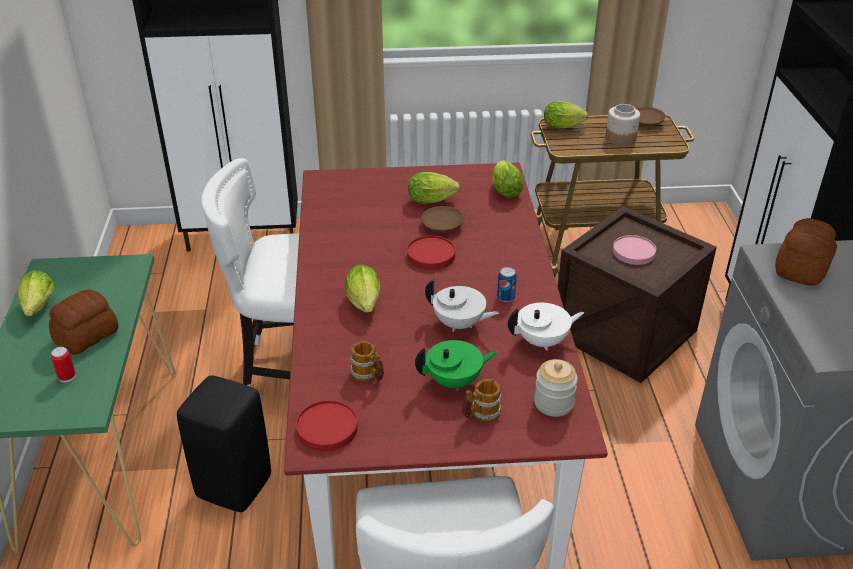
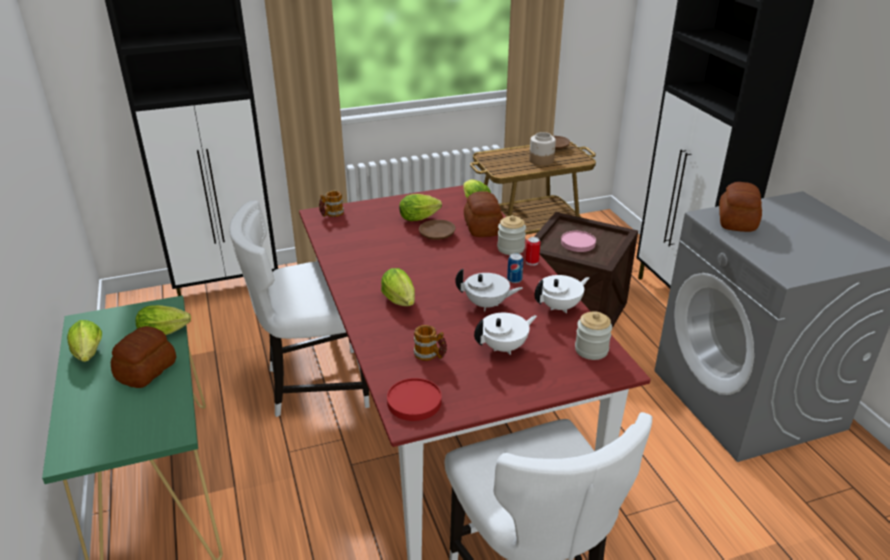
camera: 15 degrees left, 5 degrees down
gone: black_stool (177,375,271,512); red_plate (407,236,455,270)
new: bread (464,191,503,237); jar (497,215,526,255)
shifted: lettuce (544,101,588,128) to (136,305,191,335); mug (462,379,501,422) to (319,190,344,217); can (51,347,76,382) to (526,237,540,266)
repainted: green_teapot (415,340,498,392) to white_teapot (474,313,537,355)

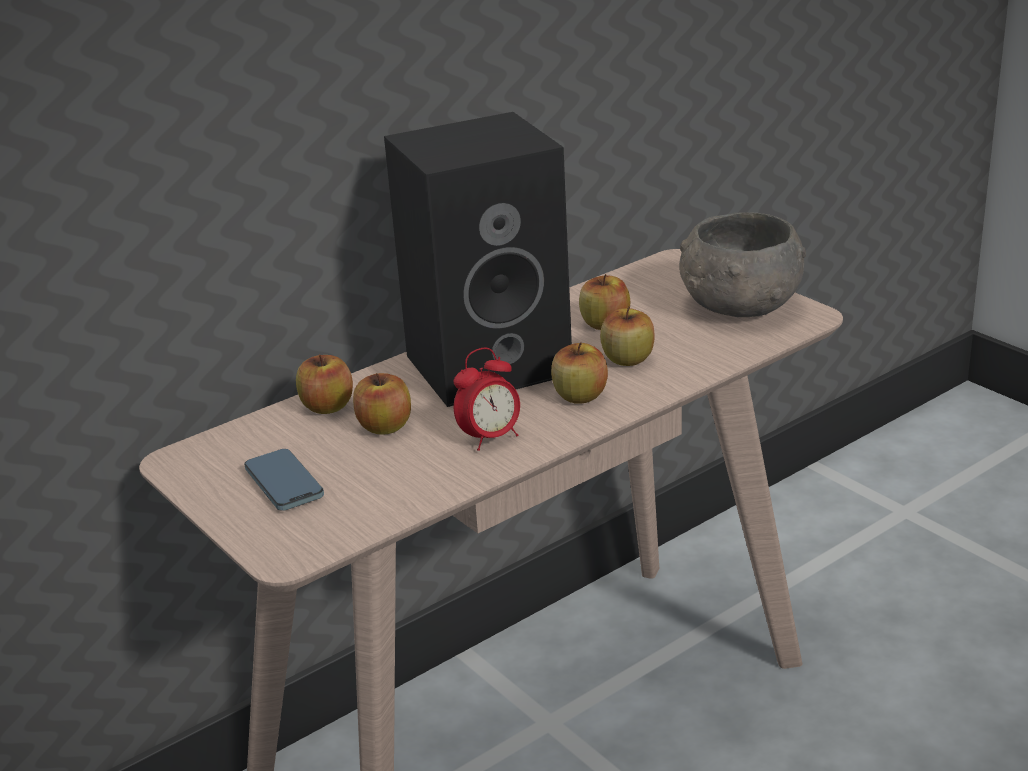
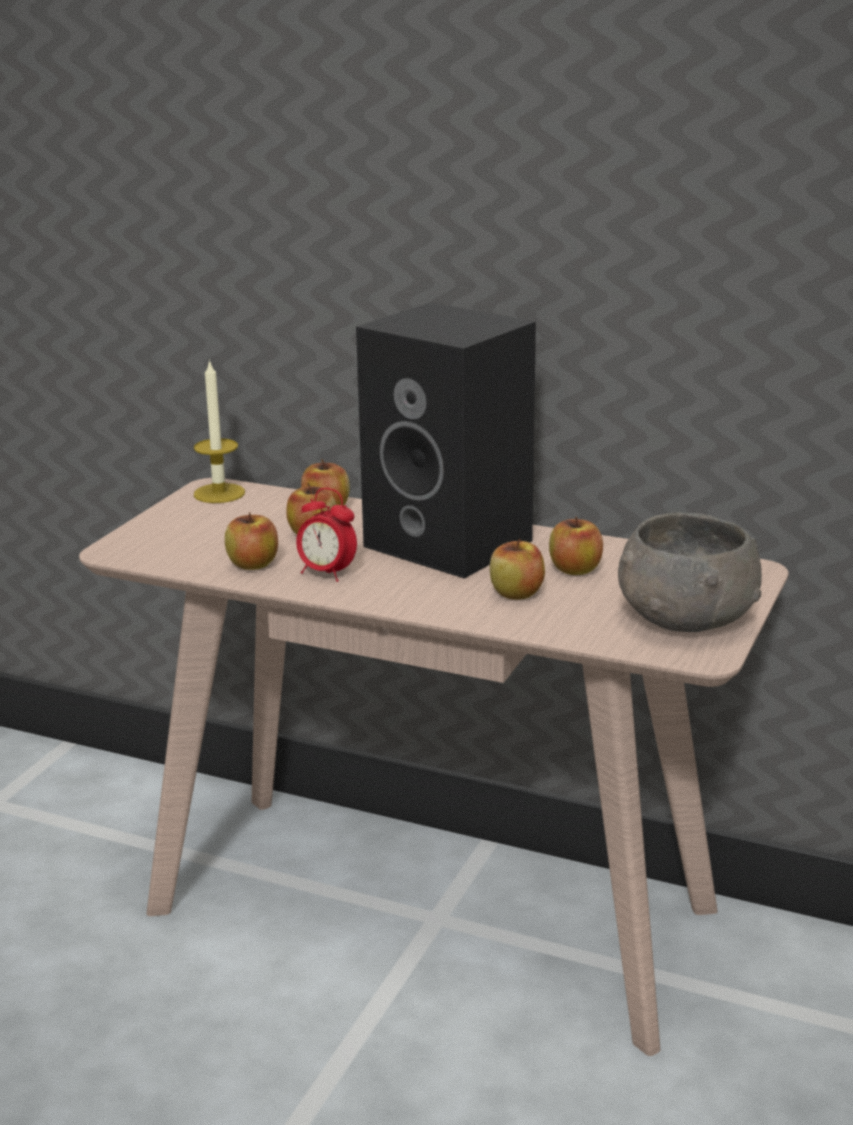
camera: 60 degrees right, 5 degrees down
gone: phone (244,449,324,511)
new: candle (194,359,245,503)
shifted: apple (551,342,608,404) to (225,512,278,570)

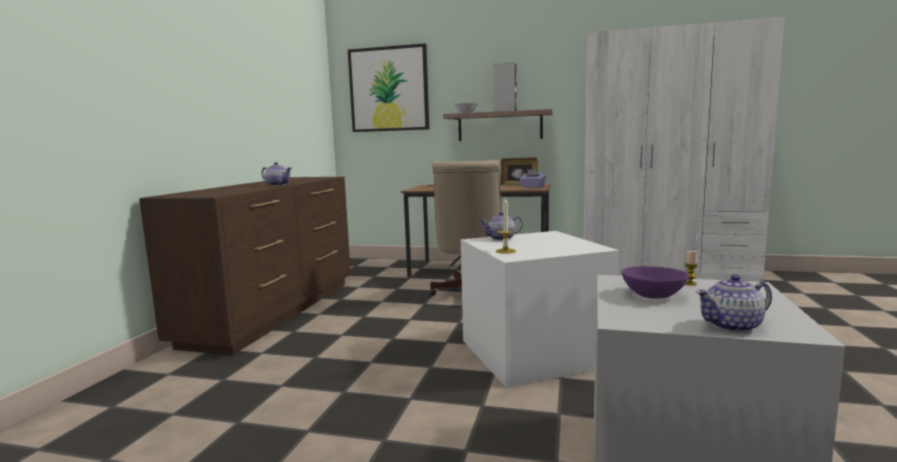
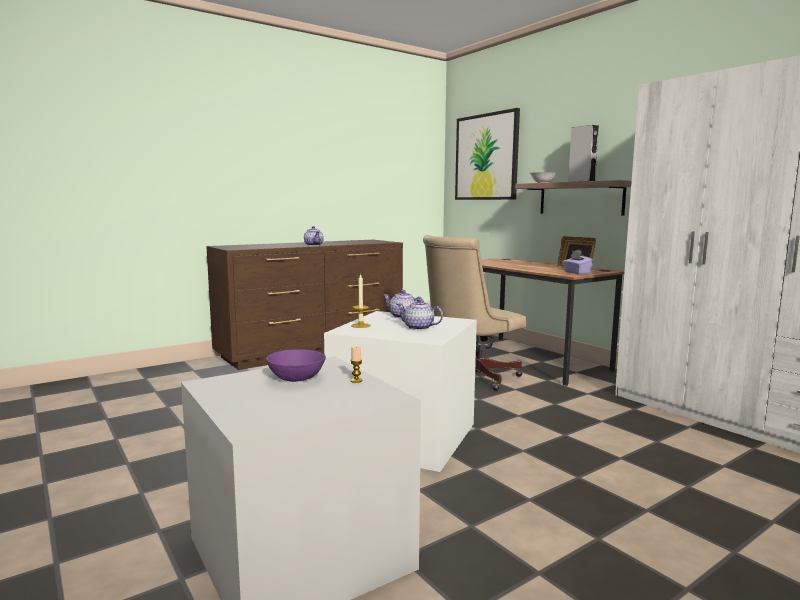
camera: 40 degrees right, 0 degrees up
shifted: teapot (695,274,772,333) to (397,299,443,330)

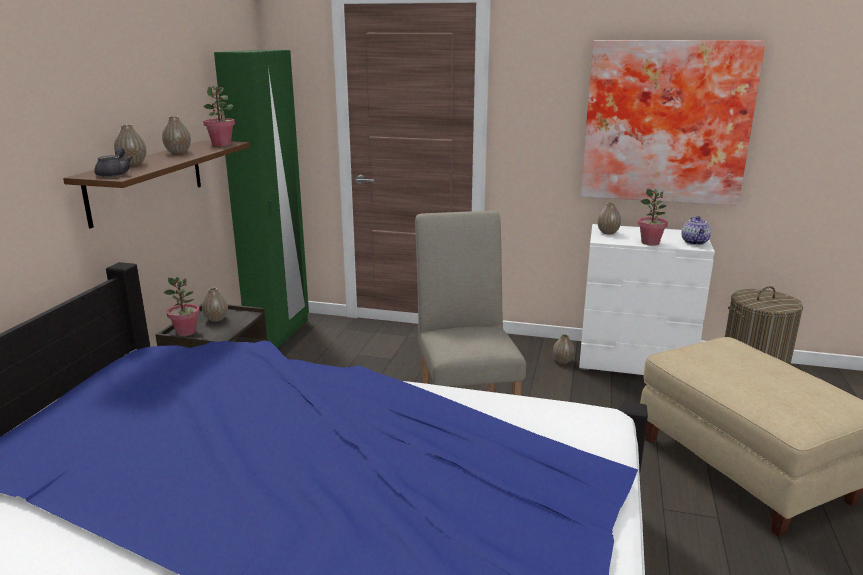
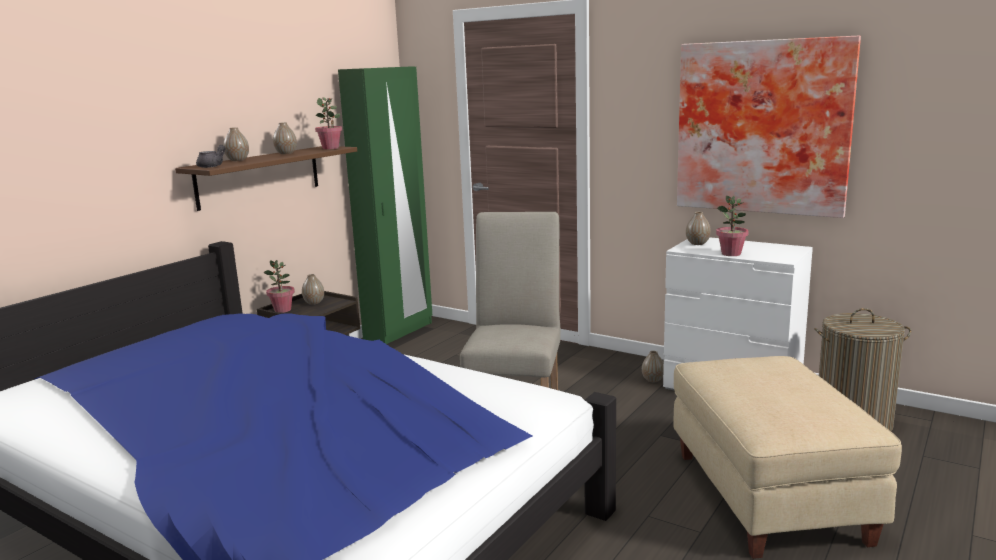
camera: 20 degrees right, 5 degrees down
gone: teapot (681,216,711,245)

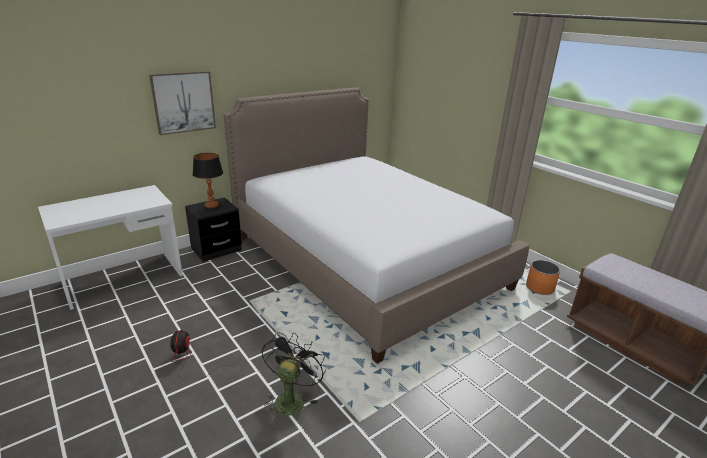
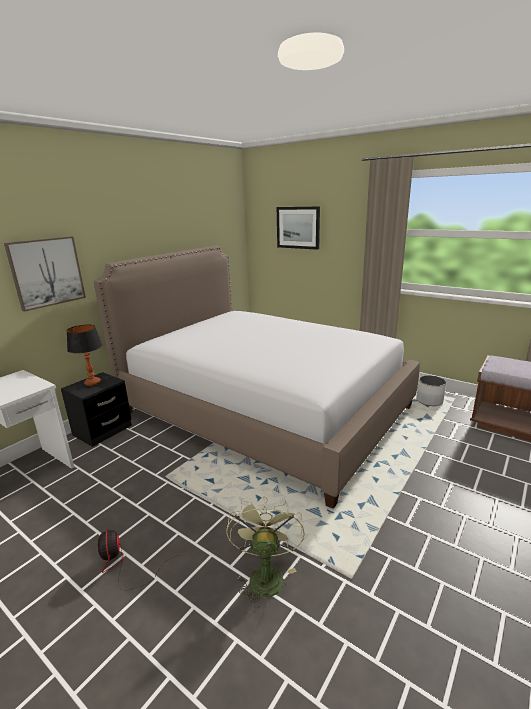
camera: 15 degrees left, 5 degrees down
new: picture (277,206,320,250)
repainted: black_fan (262,332,326,420) to green_fan (226,496,305,608); orange_planter (526,260,560,295) to white_planter (416,375,446,406)

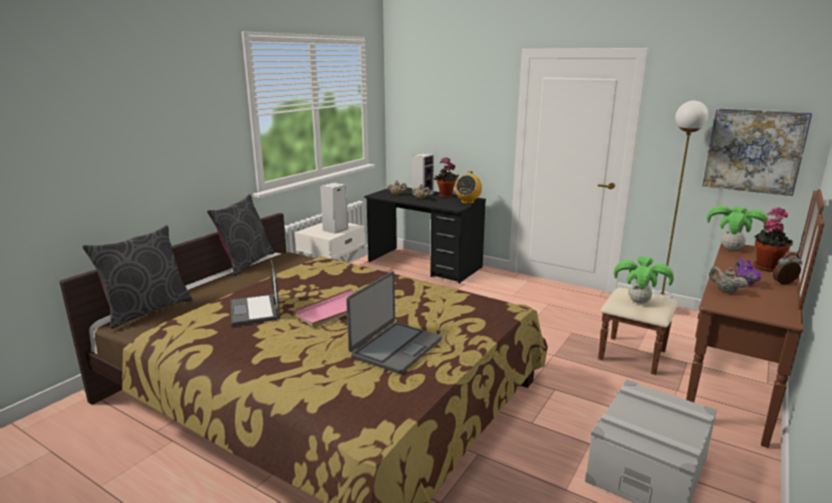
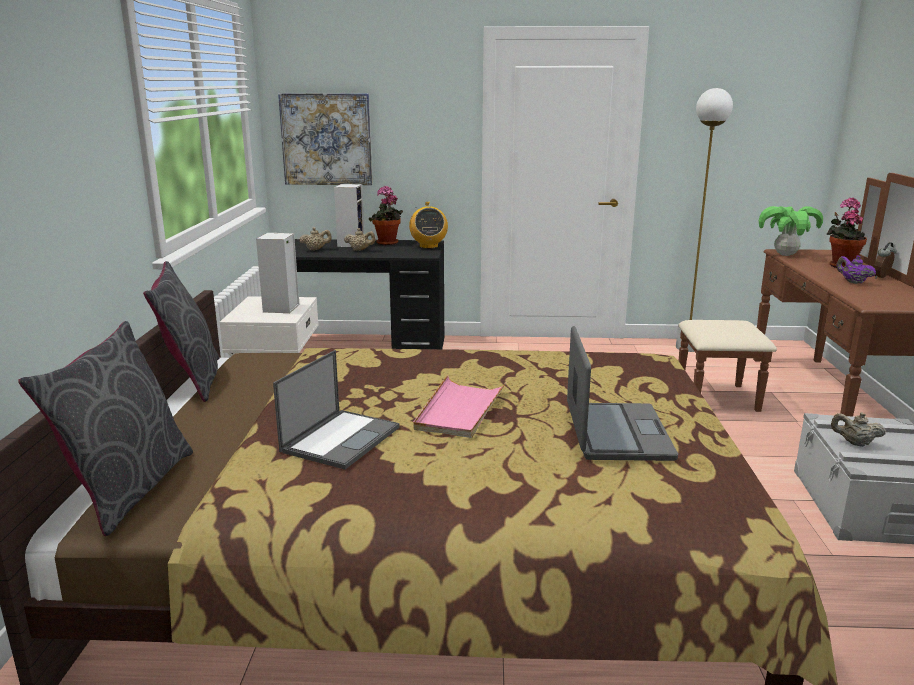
camera: 30 degrees left, 0 degrees up
gone: potted_plant (614,256,674,304)
shifted: picture (703,108,812,196) to (278,93,372,185); beige_teapot (709,266,748,293) to (831,412,886,447)
rotated: laptop (231,259,280,326) = (273,350,400,470) 105 degrees counterclockwise

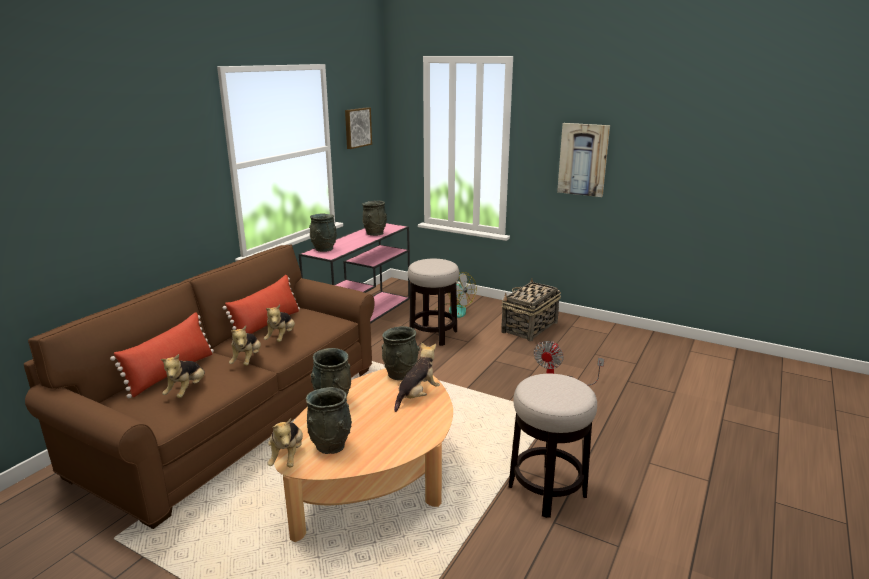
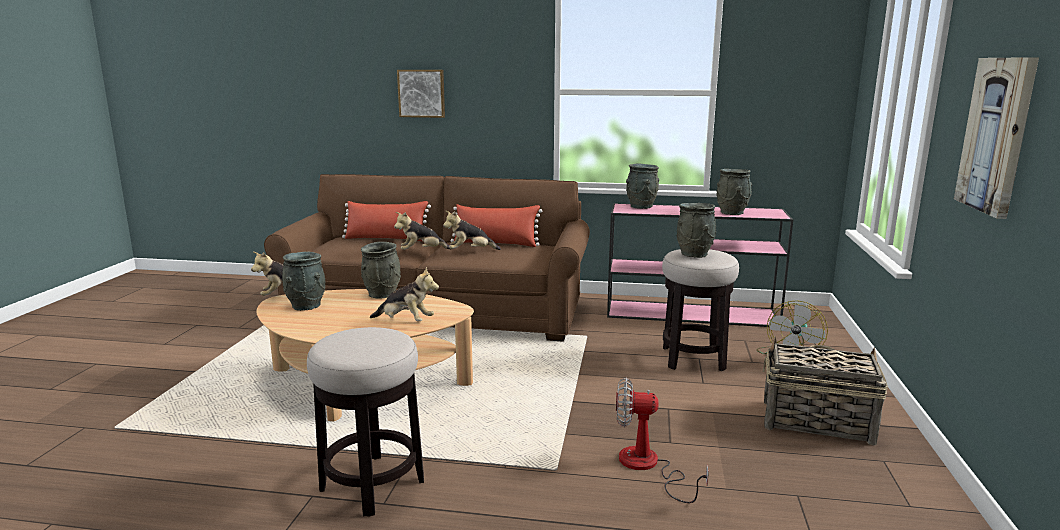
camera: 70 degrees right, 5 degrees down
gone: plush_toy (161,354,205,398)
shifted: picture (345,107,372,149) to (397,70,445,118); grey_vase (382,326,420,380) to (676,203,716,258)

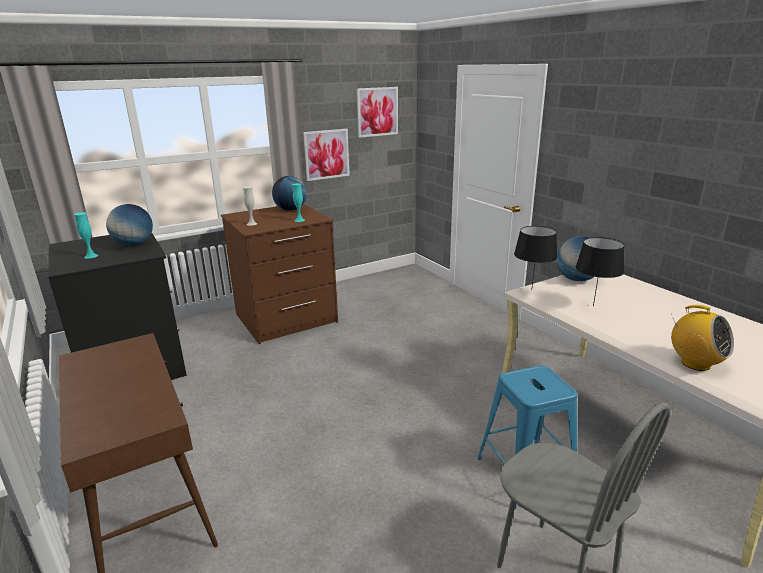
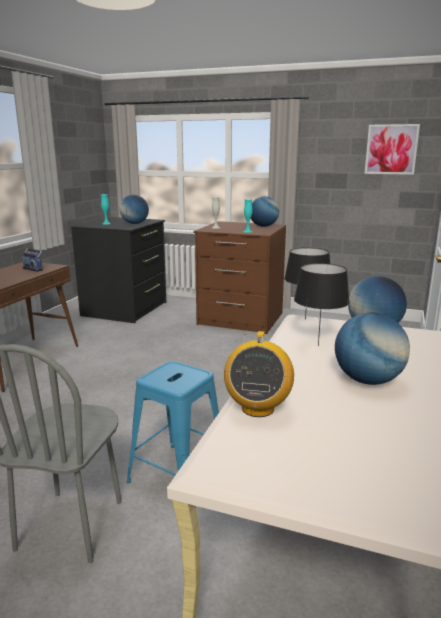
camera: 50 degrees right, 5 degrees down
gone: picture (303,129,350,181)
new: radio (22,241,43,272); globe (335,312,410,385)

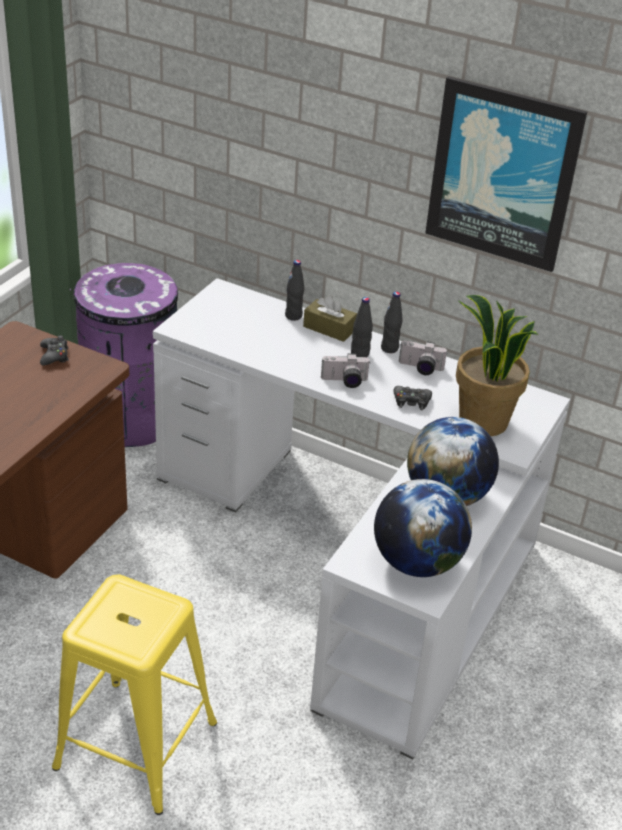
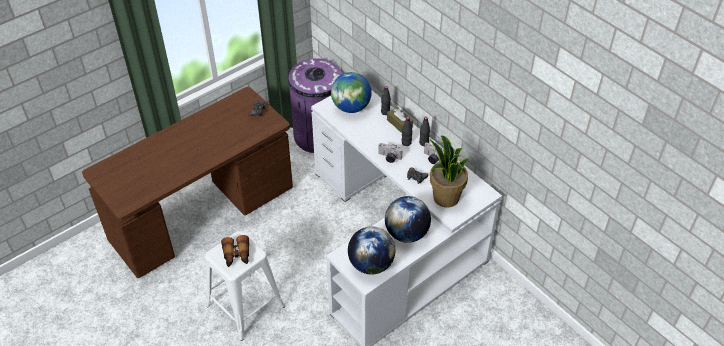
camera: 25 degrees right, 10 degrees up
gone: picture (425,76,587,272)
new: binoculars (221,235,249,267); globe (331,72,372,113)
repainted: yellow_stool (52,575,217,815) to white_stool (205,231,285,341)

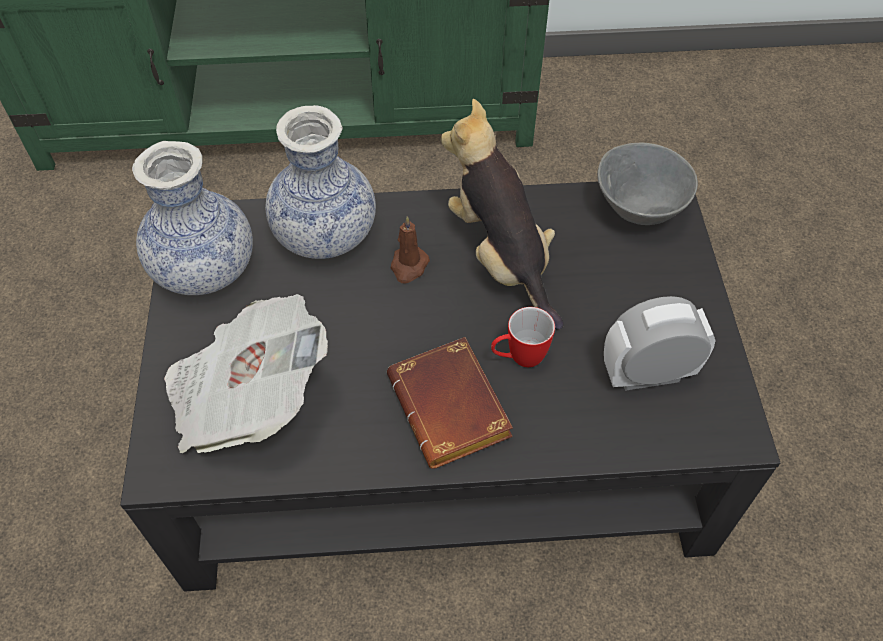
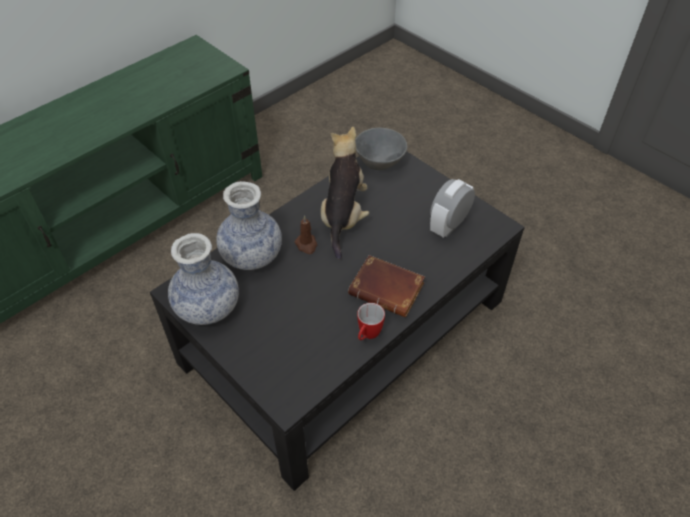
camera: 40 degrees left, 5 degrees down
gone: newspaper (164,294,328,453)
shifted: mug (491,307,555,367) to (357,303,385,340)
rotated: plush_toy (441,99,564,330) = (321,127,370,260) 75 degrees clockwise

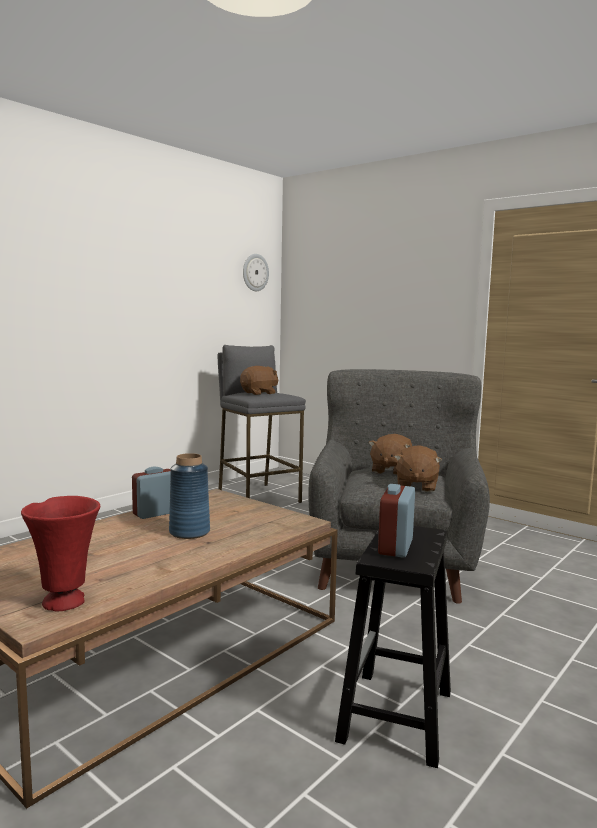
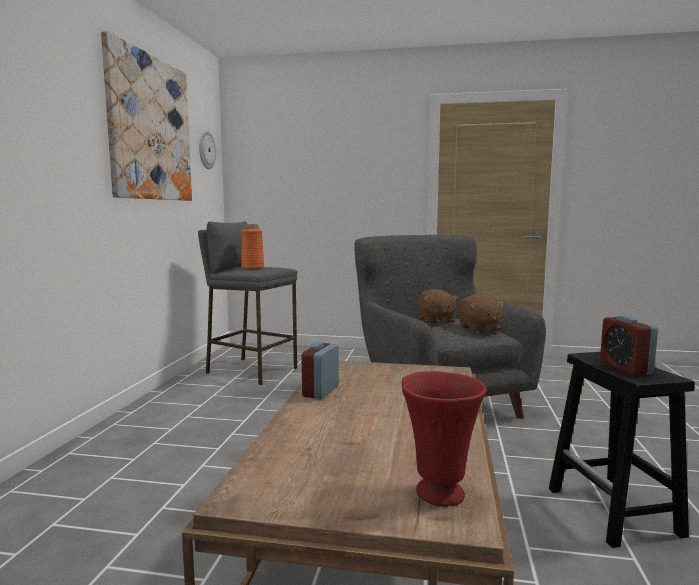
camera: 30 degrees left, 0 degrees up
gone: blue_vase (169,453,210,539)
new: picture (101,31,192,201)
swapped: brown_plush_toy (240,366,279,395) to orange_vase (241,224,264,269)

